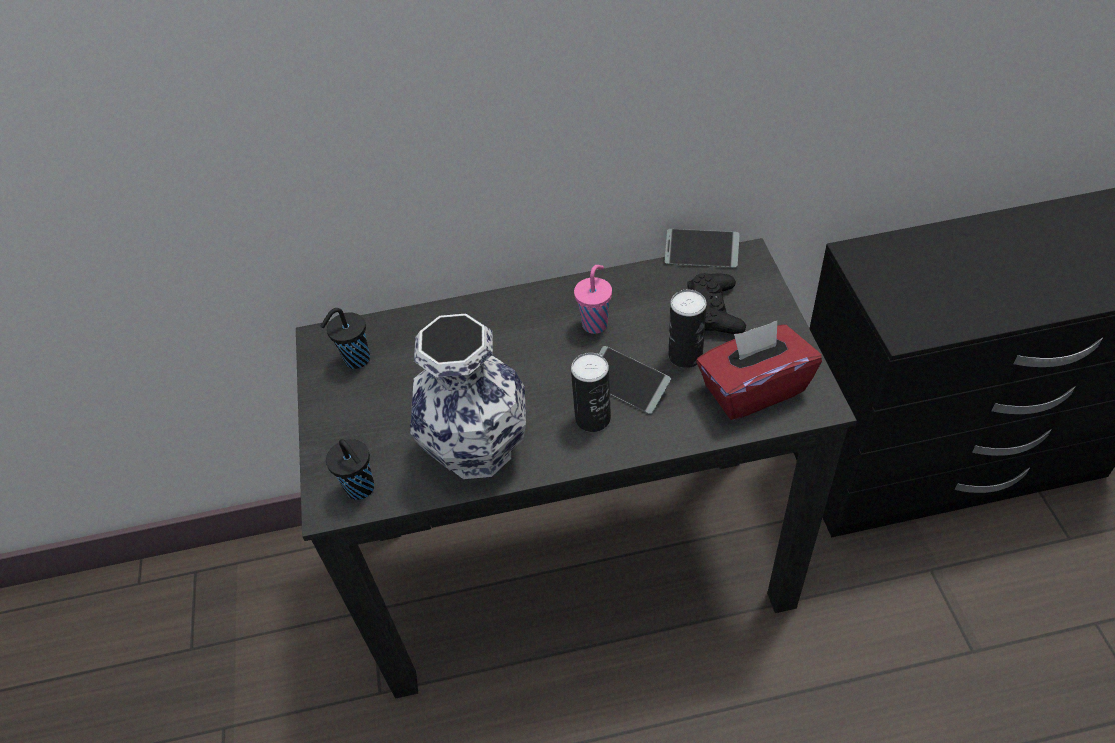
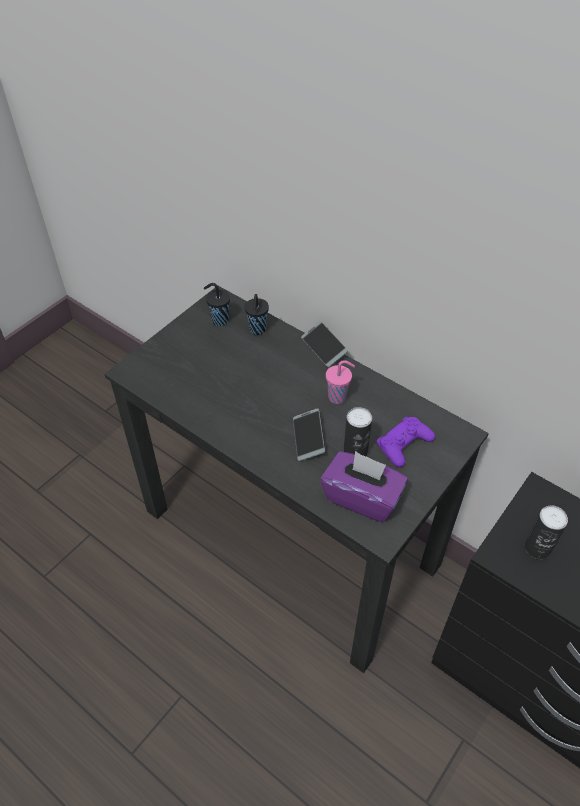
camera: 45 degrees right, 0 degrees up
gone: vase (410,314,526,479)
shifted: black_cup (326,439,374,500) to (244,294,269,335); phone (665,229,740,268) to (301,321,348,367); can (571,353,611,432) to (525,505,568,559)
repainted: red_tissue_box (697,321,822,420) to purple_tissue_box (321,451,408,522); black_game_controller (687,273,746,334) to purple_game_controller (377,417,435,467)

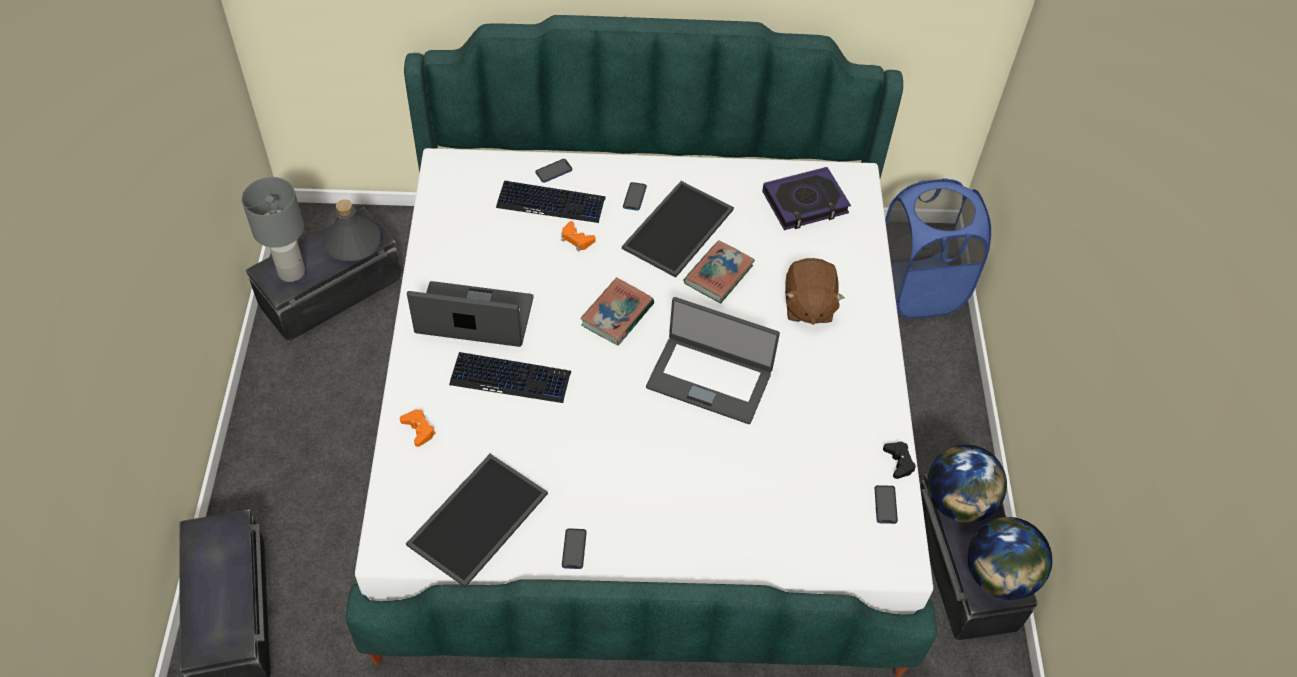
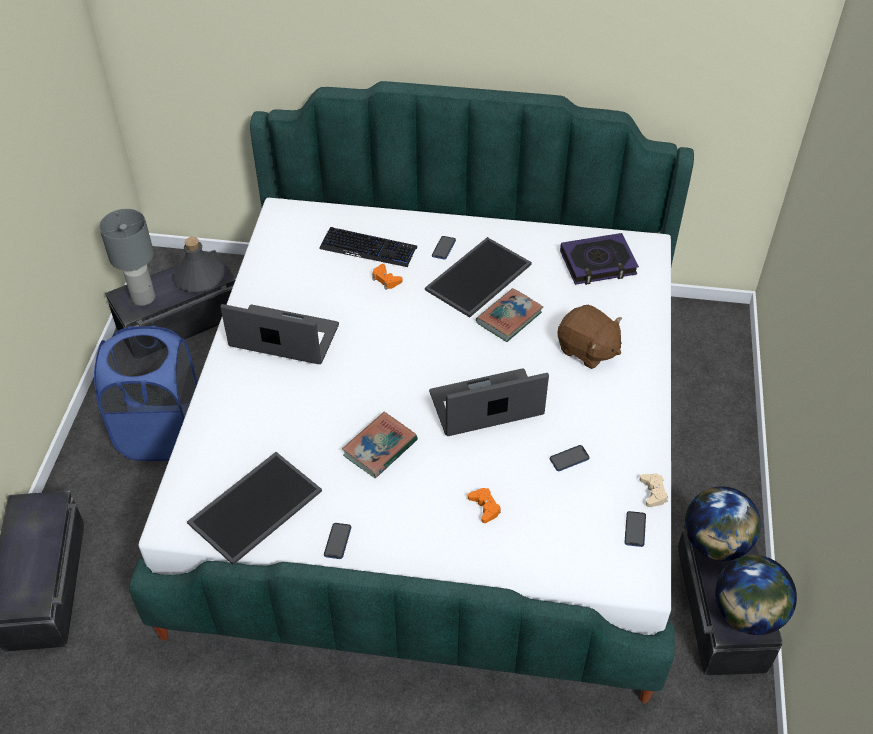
camera: 10 degrees right, 5 degrees down
gone: keyboard (449,352,571,403)
shifted: blue_laundry_basket (885,178,991,318) to (94,326,197,461); book (580,278,654,345) to (342,412,418,478); orange_game_controller (400,410,436,447) to (468,488,501,523); phone (535,159,572,183) to (550,445,590,471)
repainted: black_game_controller (883,442,916,479) to beige_game_controller (639,474,668,507)
rotated: laptop (646,297,780,424) = (429,368,549,436) 135 degrees clockwise; brown_plush_toy (785,258,844,325) = (557,305,622,369) 60 degrees counterclockwise

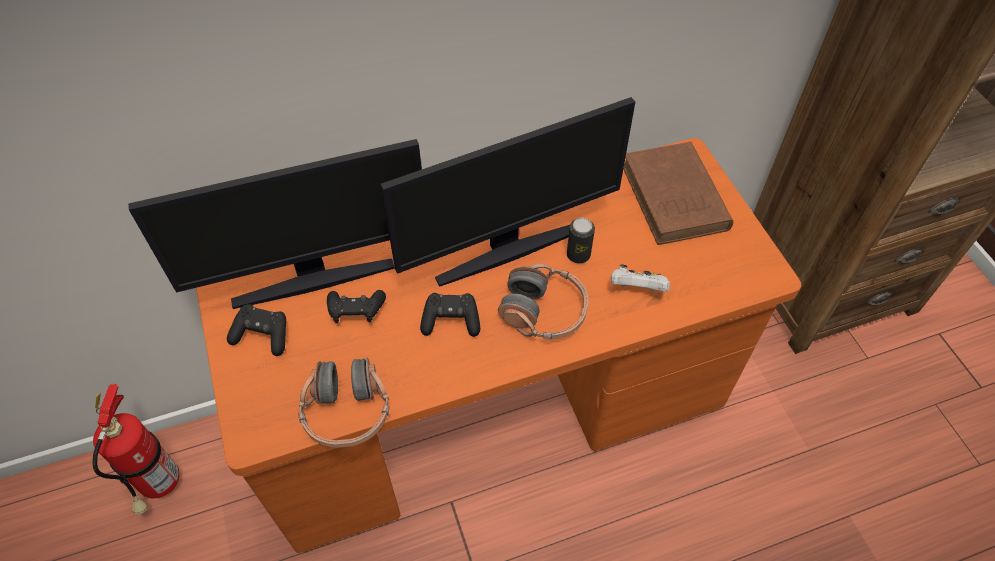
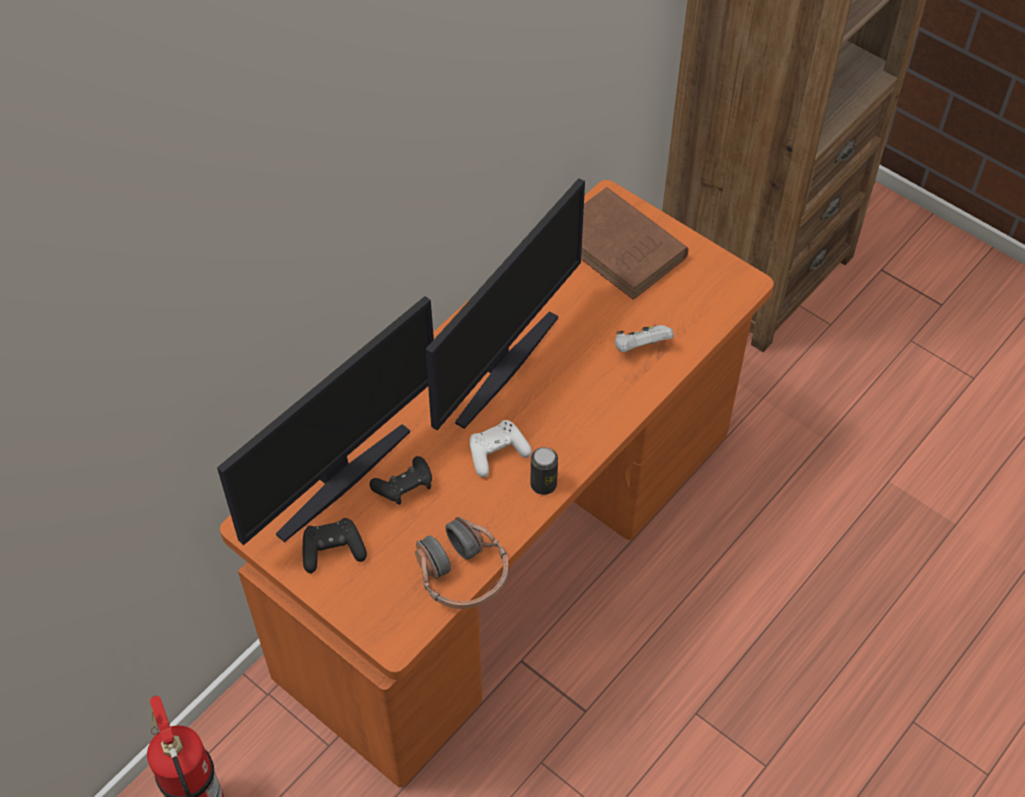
camera: 30 degrees left, 0 degrees up
gone: headphones (498,263,588,340)
shifted: can (567,218,595,263) to (530,447,558,495)
repainted: black_game_controller (420,293,480,337) to white_game_controller (469,420,532,478)

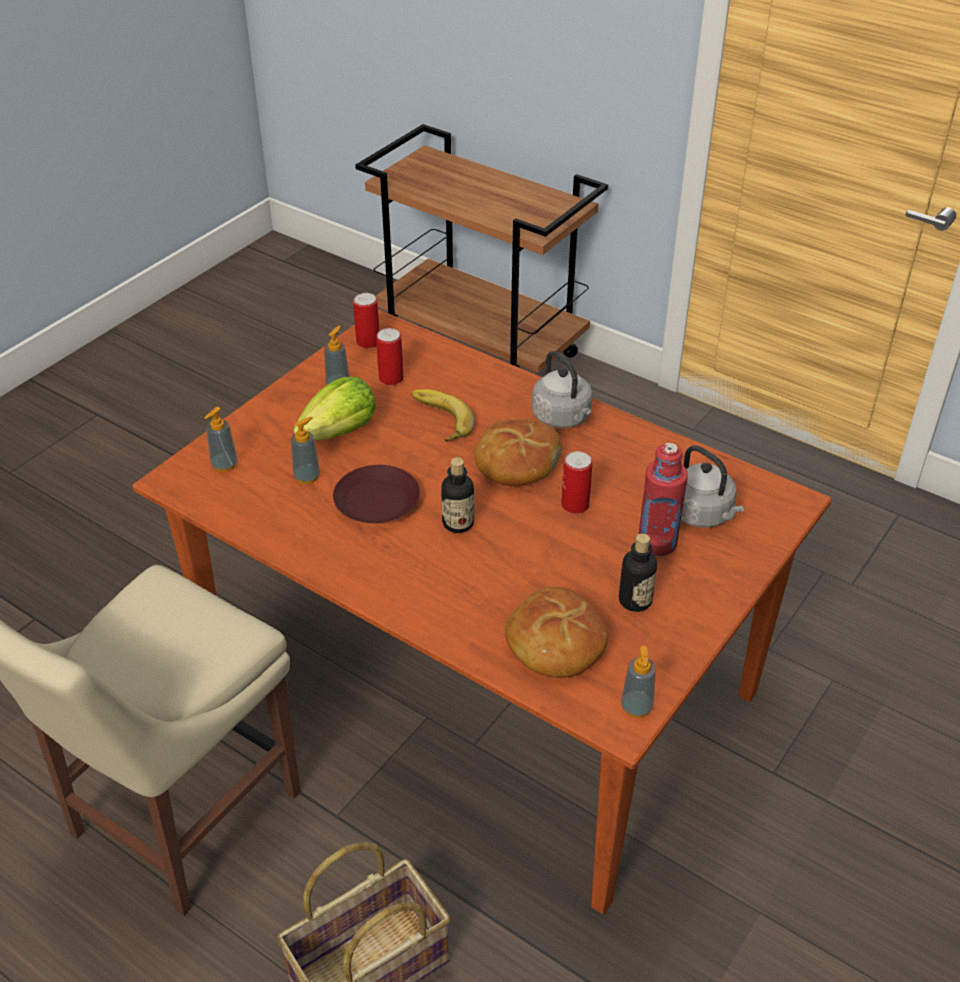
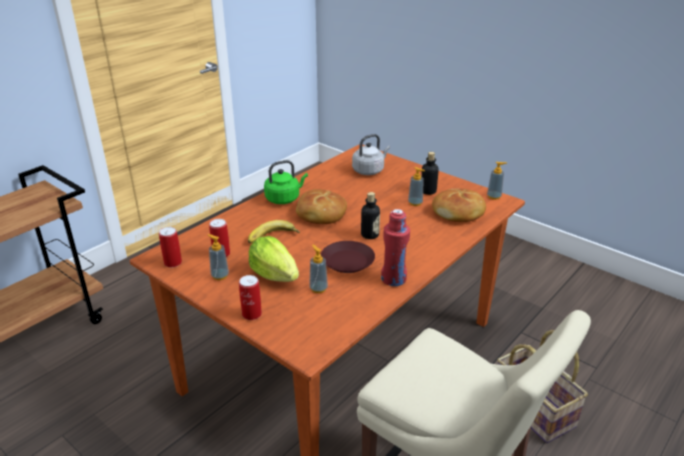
camera: 85 degrees left, 10 degrees down
shifted: can (561,451,592,514) to (239,275,262,320); red_bottle (639,442,688,556) to (381,209,410,286); soap_dispenser (205,407,238,472) to (408,167,425,206)
repainted: grey_kettle (532,351,593,428) to green_kettle (264,160,308,204)

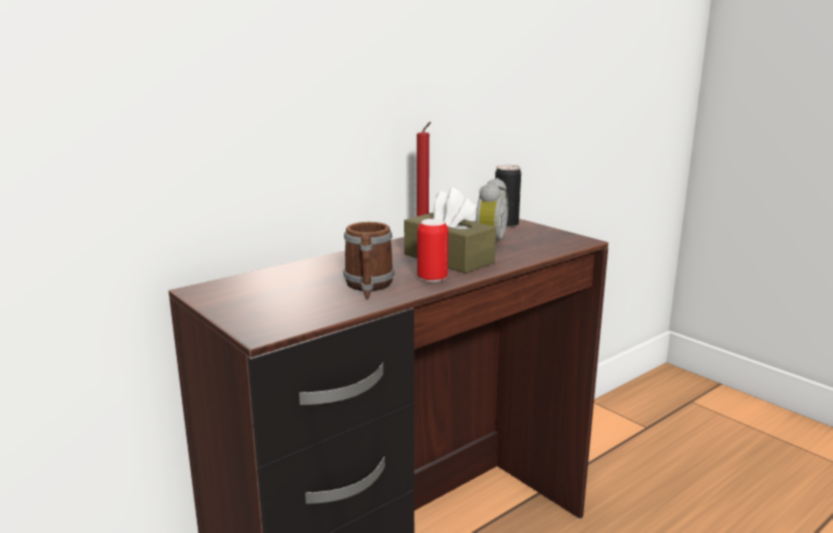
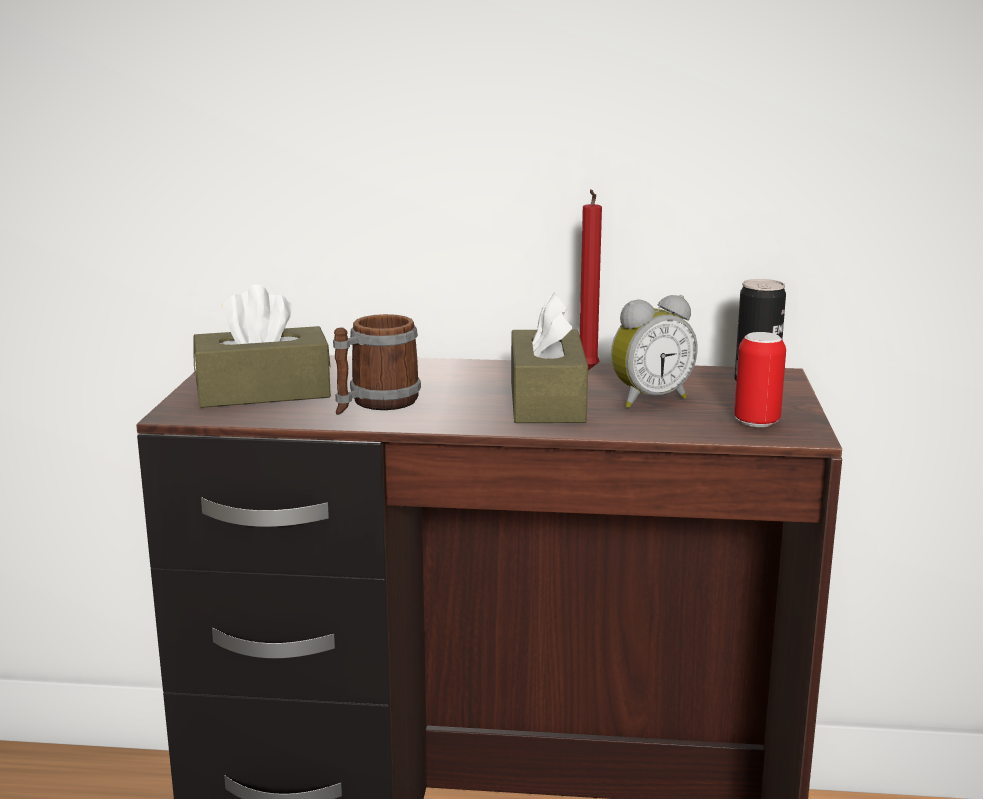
camera: 45 degrees right, 0 degrees up
new: brown_tissue_box (193,284,331,408)
shifted: can (417,219,448,283) to (734,332,786,428)

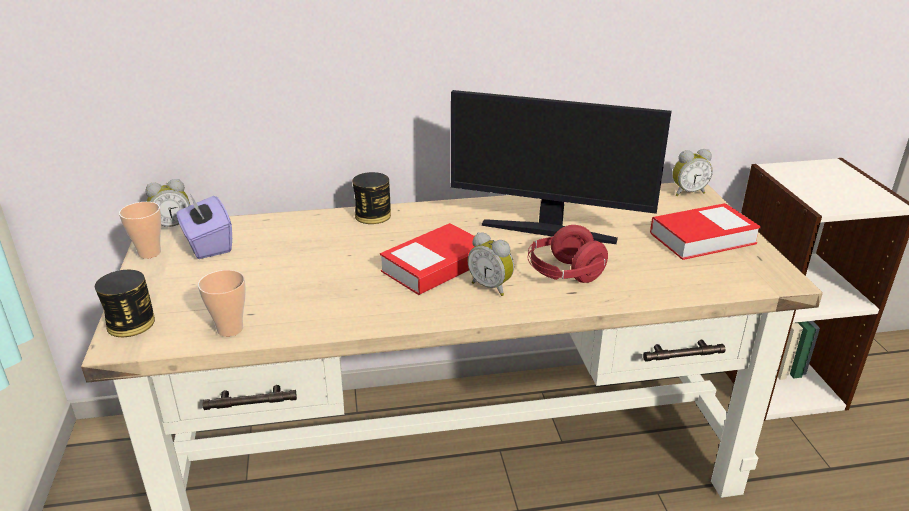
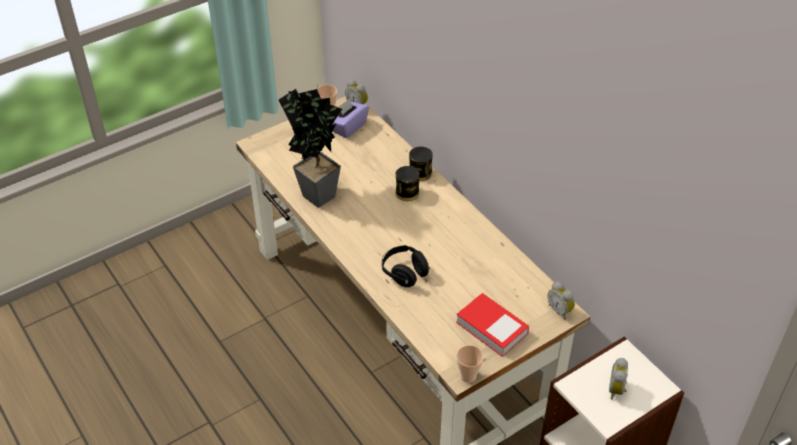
camera: 65 degrees right, 15 degrees up
gone: book (380,223,475,295); monitor (451,90,672,244)
new: potted_plant (279,86,342,207)
shifted: can (95,270,155,337) to (396,166,419,201); cup (198,270,246,337) to (456,345,484,383); alarm_clock (468,232,514,296) to (609,358,628,399)
repainted: red_headphones (528,225,608,283) to black_headphones (382,245,430,287)

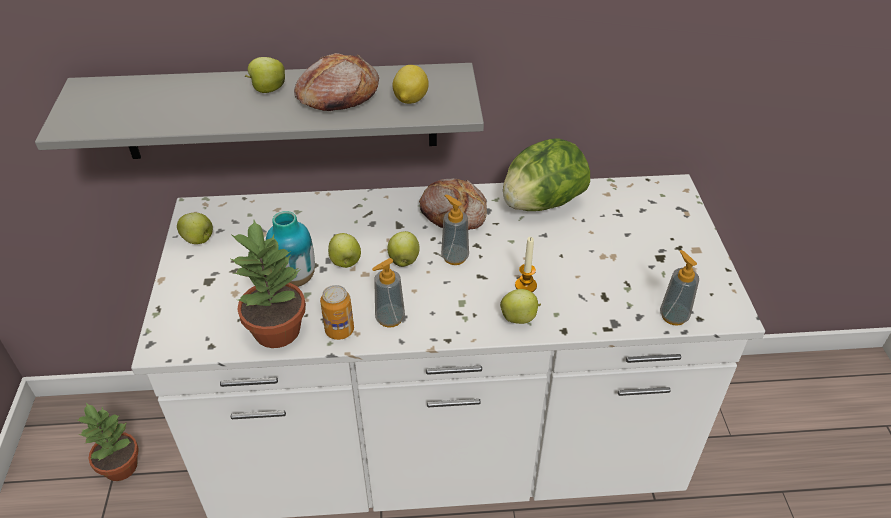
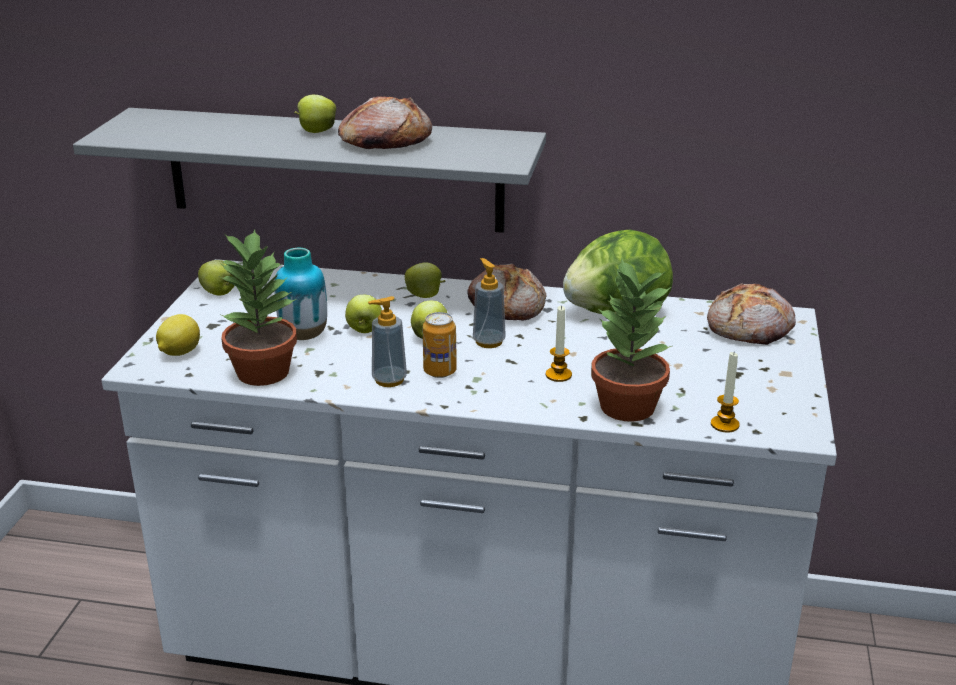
camera: 15 degrees right, 15 degrees down
new: bread (707,284,796,345)
shifted: lemon (392,65,429,104) to (156,314,200,356); apple (500,289,541,324) to (405,262,446,298); can (320,285,354,340) to (423,312,457,378); potted_plant (77,403,139,481) to (591,258,672,422)
swapped: soap_dispenser (660,250,699,326) to candle (711,352,740,432)

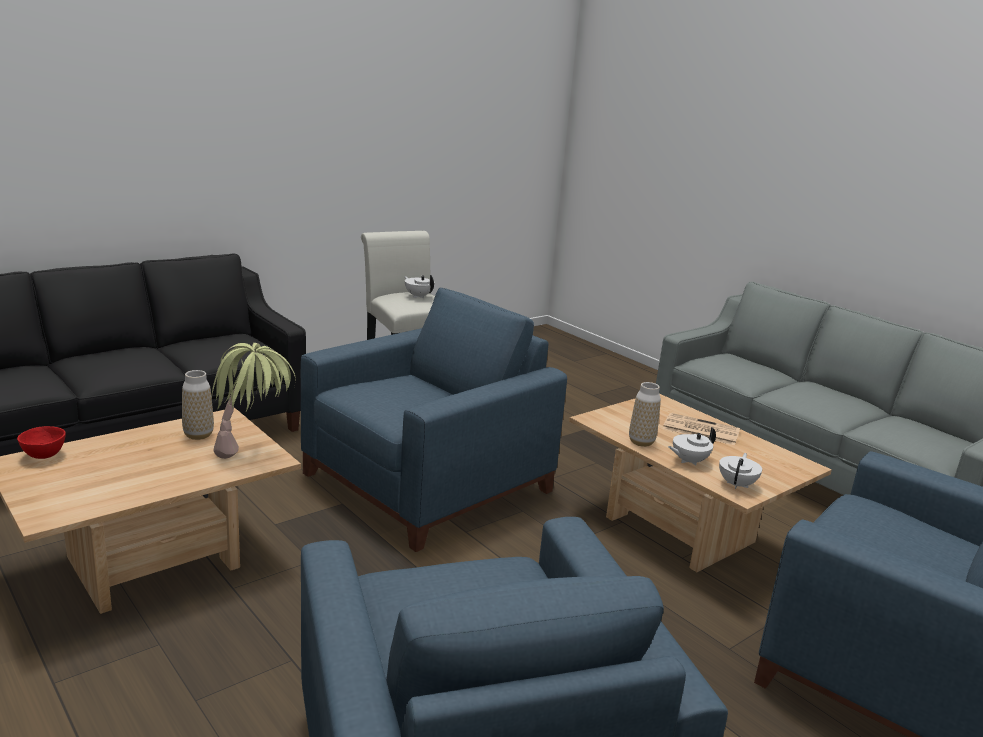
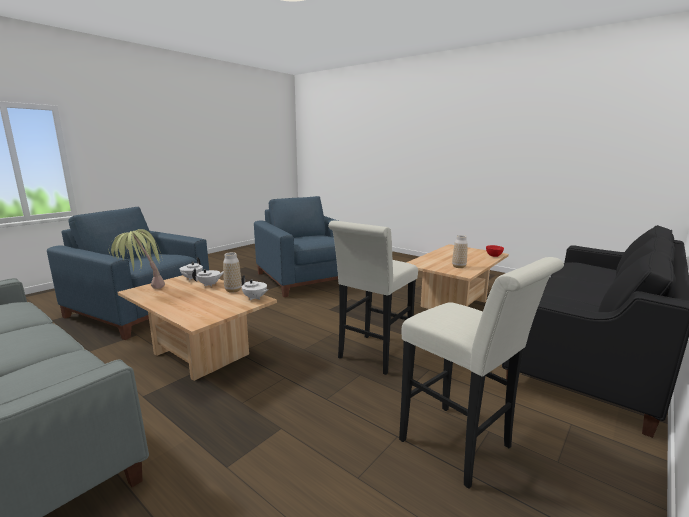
camera: 170 degrees right, 5 degrees down
gone: newspaper (663,413,740,445)
shifted: potted_plant (211,343,296,459) to (109,229,165,289); white_teapot (404,275,434,298) to (241,275,269,300)
swapped: blue_armchair (301,288,567,552) to white_stool (328,221,418,375)

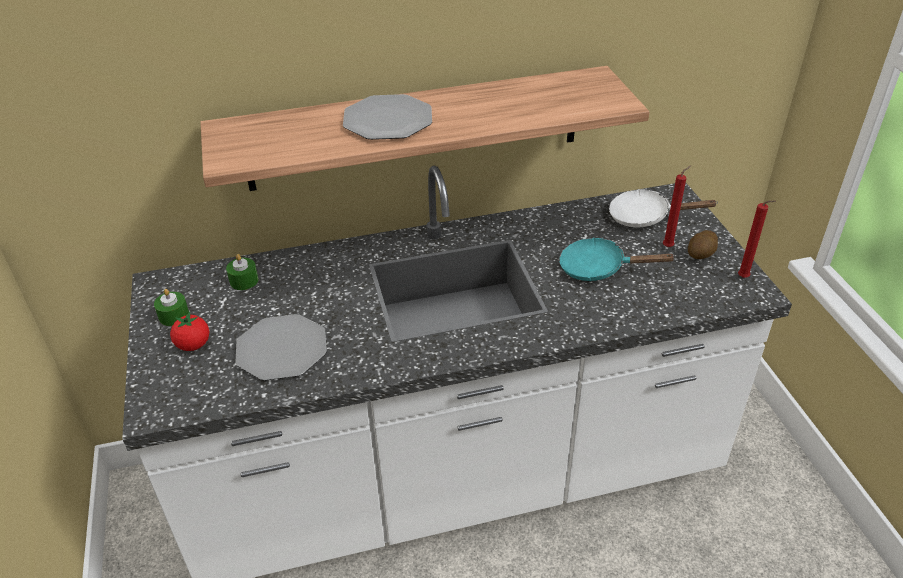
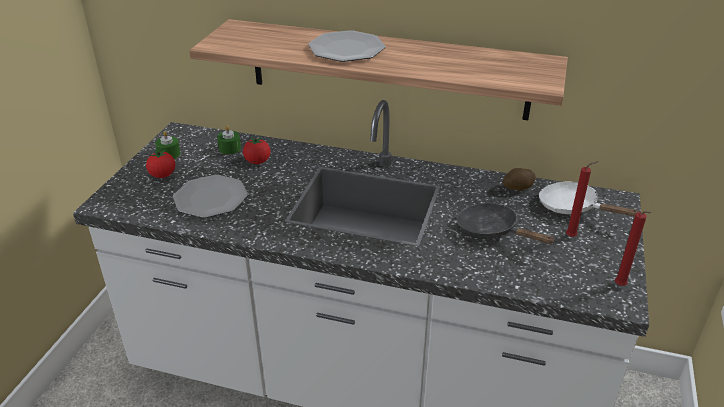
camera: 30 degrees right, 5 degrees down
new: tomato (243,137,271,164)
shifted: potato (688,230,718,259) to (503,168,536,190)
repainted: turquoise_frying_pan (559,237,676,281) to black_frying_pan (457,203,556,244)

